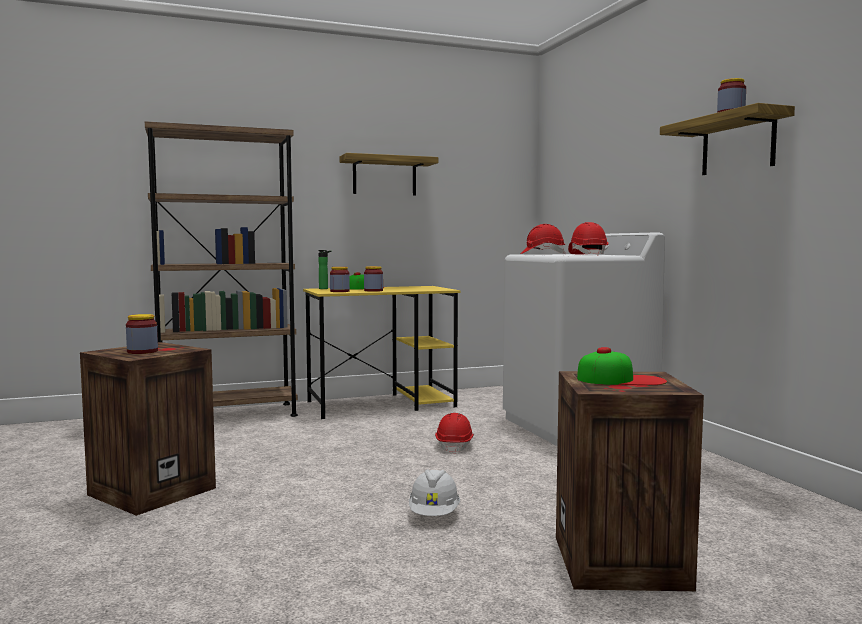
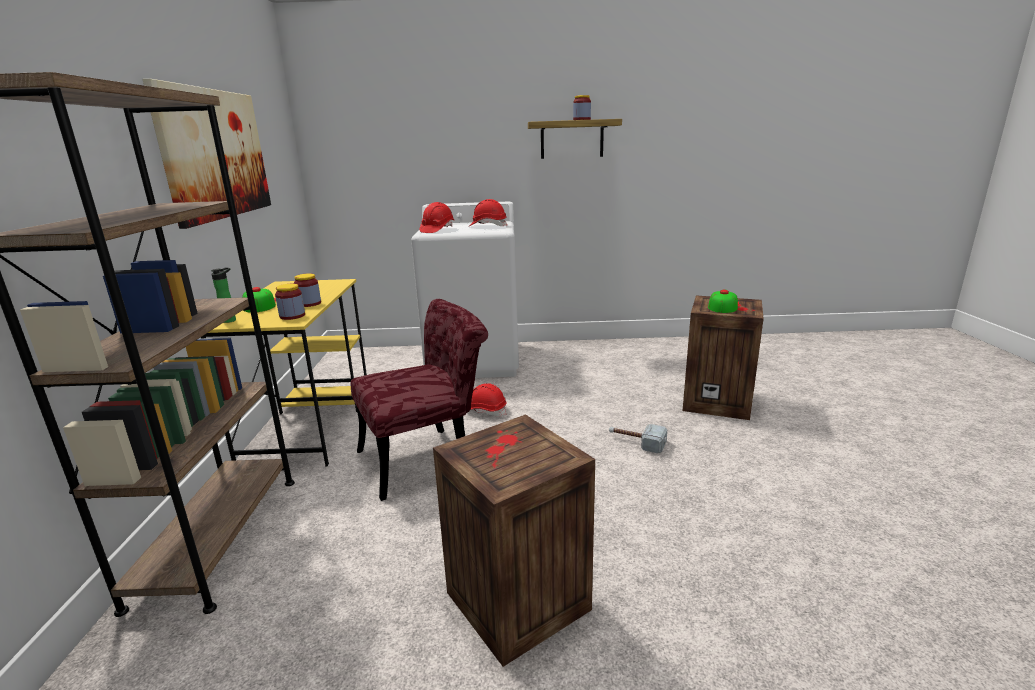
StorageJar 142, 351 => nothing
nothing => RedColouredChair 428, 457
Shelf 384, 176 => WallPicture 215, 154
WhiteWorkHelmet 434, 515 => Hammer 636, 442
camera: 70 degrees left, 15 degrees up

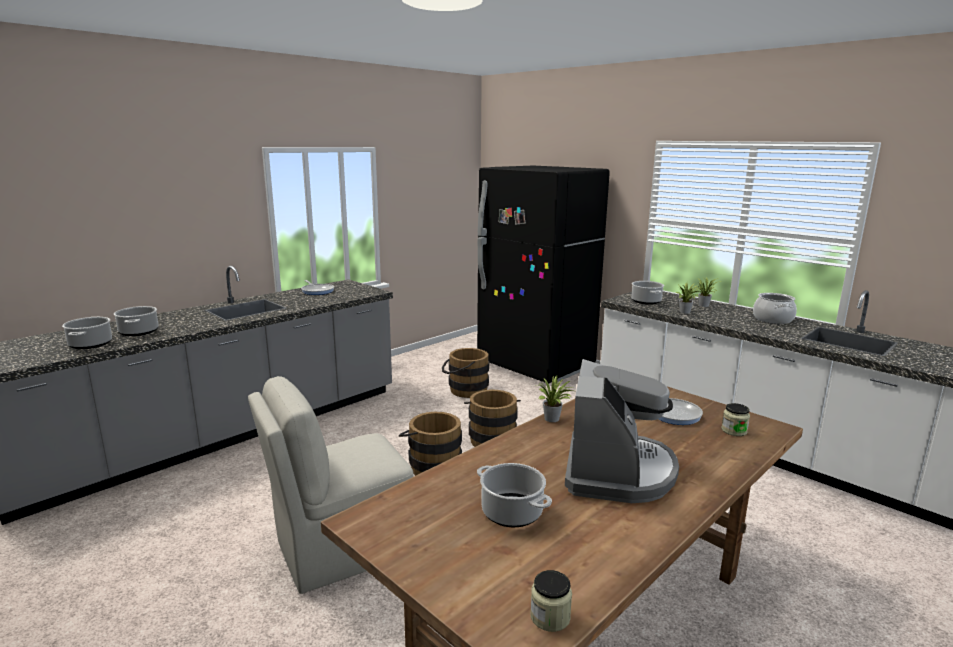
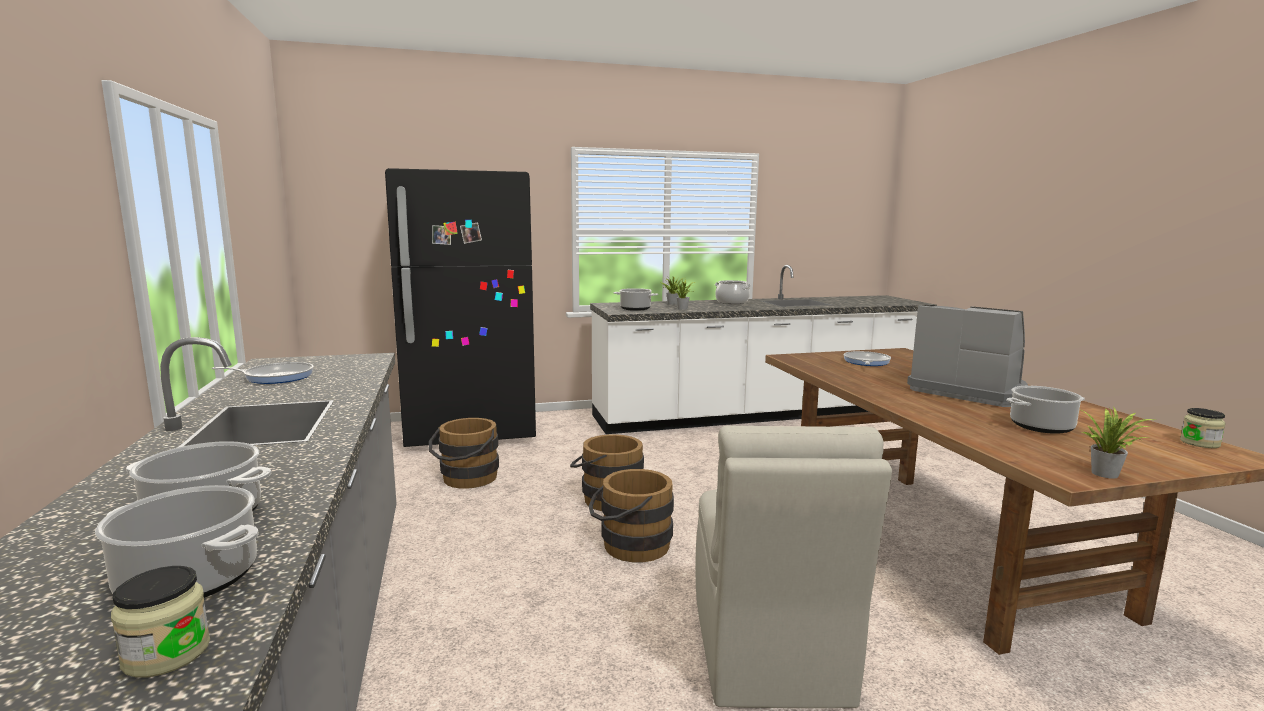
Houseplant 553, 419 => Houseplant 1107, 474, move
StorageJar 734, 431 => StorageJar 166, 654, move
camera: 60 degrees left, 5 degrees down

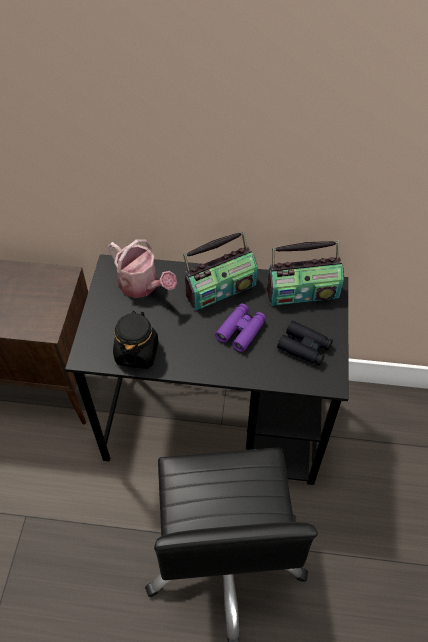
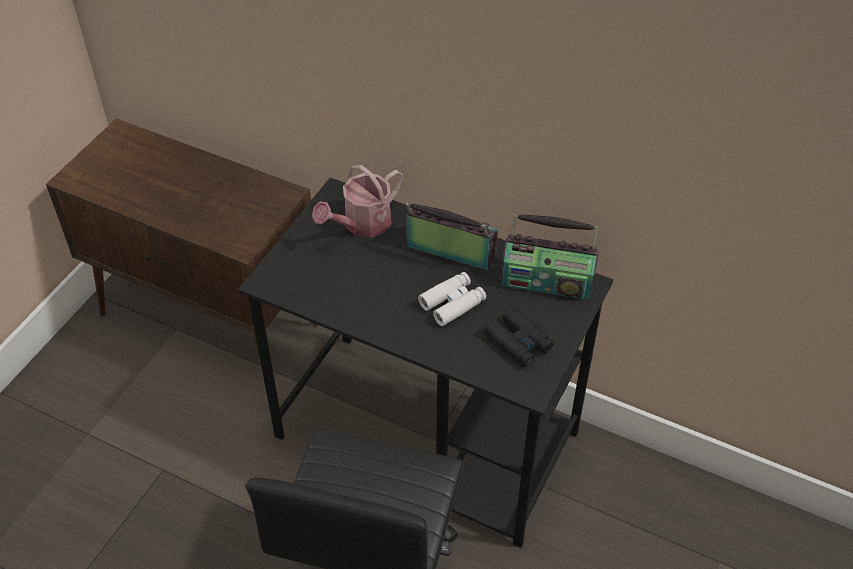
BlackishStorageJar 137, 352 => nothing
PurplePairOfBinoculars 241, 330 => WhitePairOfBinoculars 452, 303
WateringCan 142, 286 => WateringCan 362, 224, 75 degrees clockwise
RadioSet 220, 289 => RadioSet 450, 251, 150 degrees counterclockwise
camera: 20 degrees right, 5 degrees down

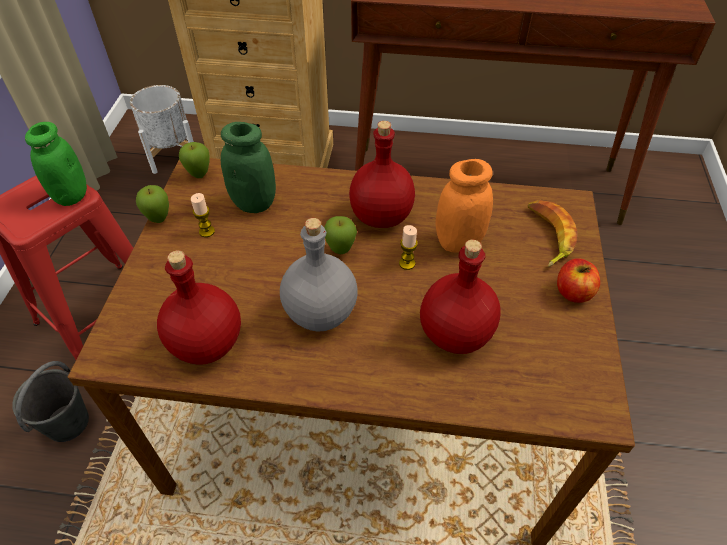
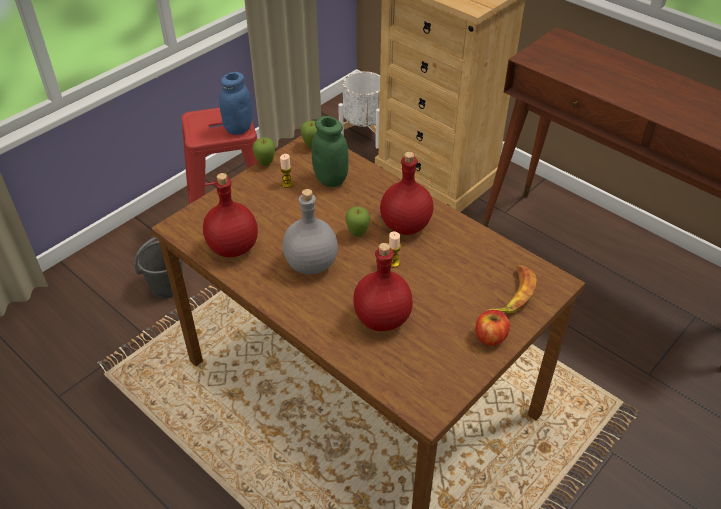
OrangeyStorageJar 458, 242 => nothing
GreenStorageJar 71, 196 => BluishStorageJar 238, 128
camera: 35 degrees right, 5 degrees down

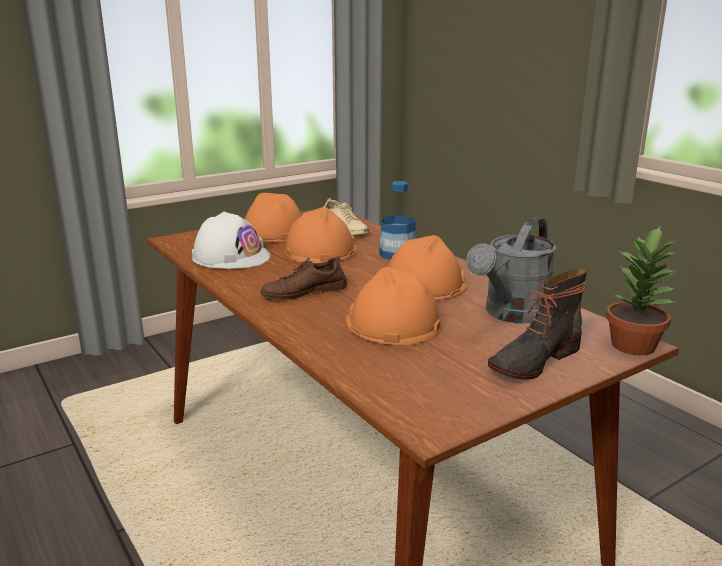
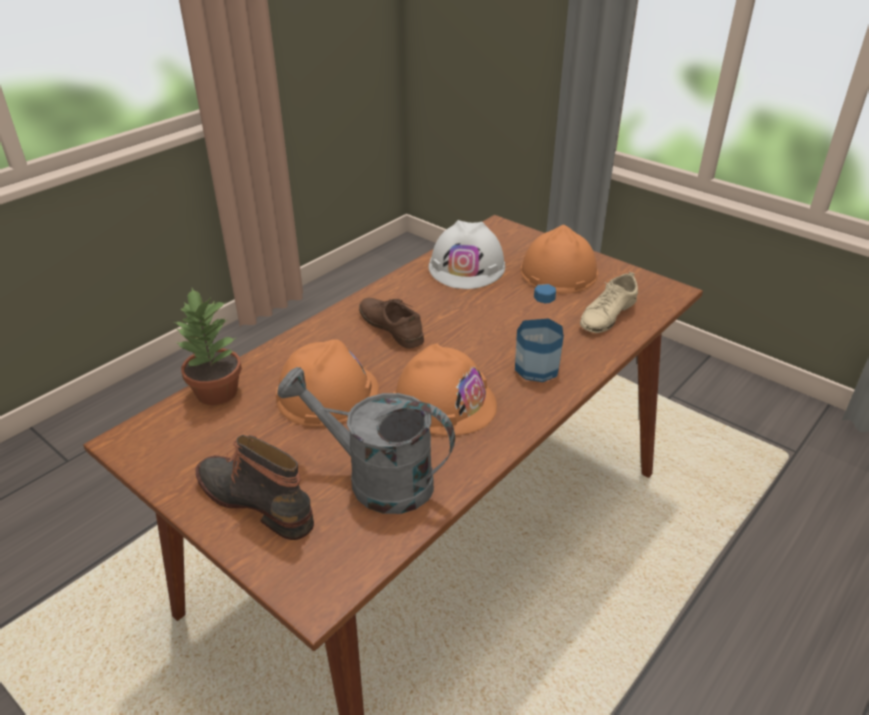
OrangeyWorkHelmet 321, 251 => nothing
Houseplant 634, 346 => Houseplant 216, 393, move
camera: 75 degrees right, 15 degrees up

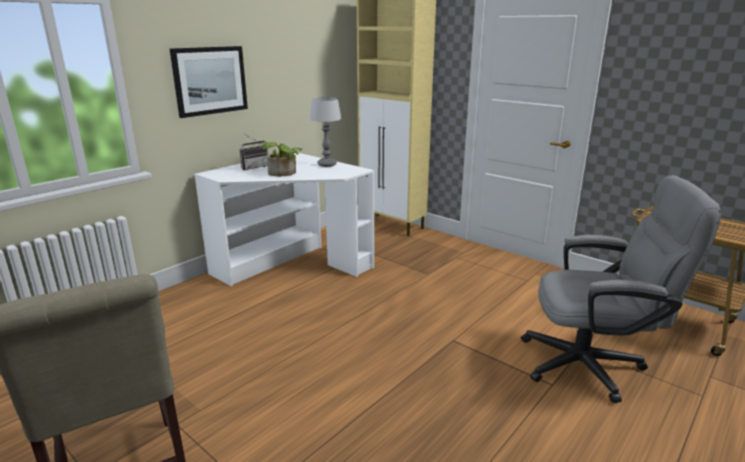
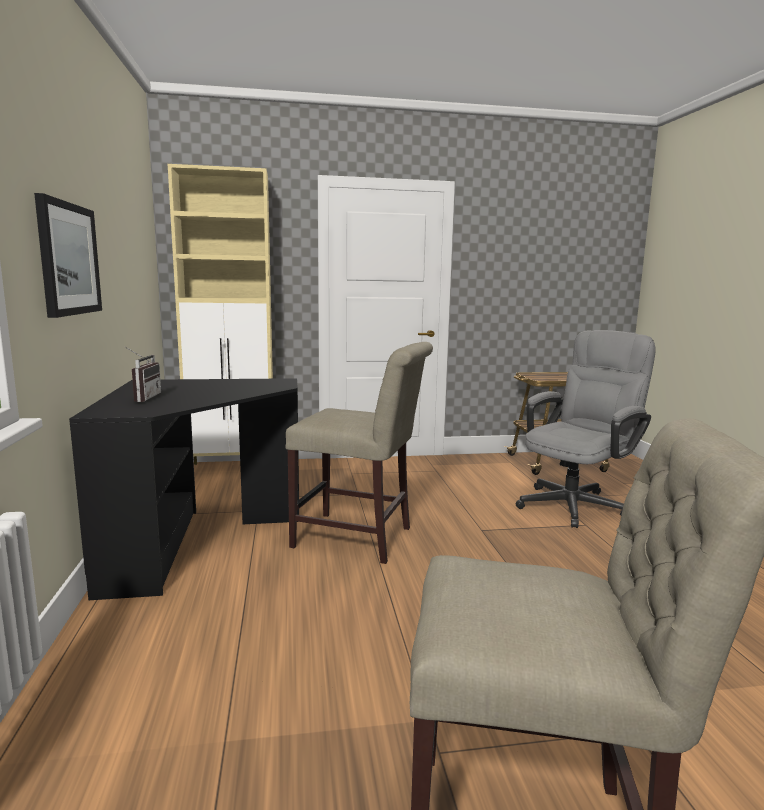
Houseplant 283, 173 => nothing
LampForATable 327, 164 => nothing
nothing => BeigeColouredChair 359, 538
WhiteDesk 292, 265 => BlackishDesk 198, 541
camera: 50 degrees left, 10 degrees down

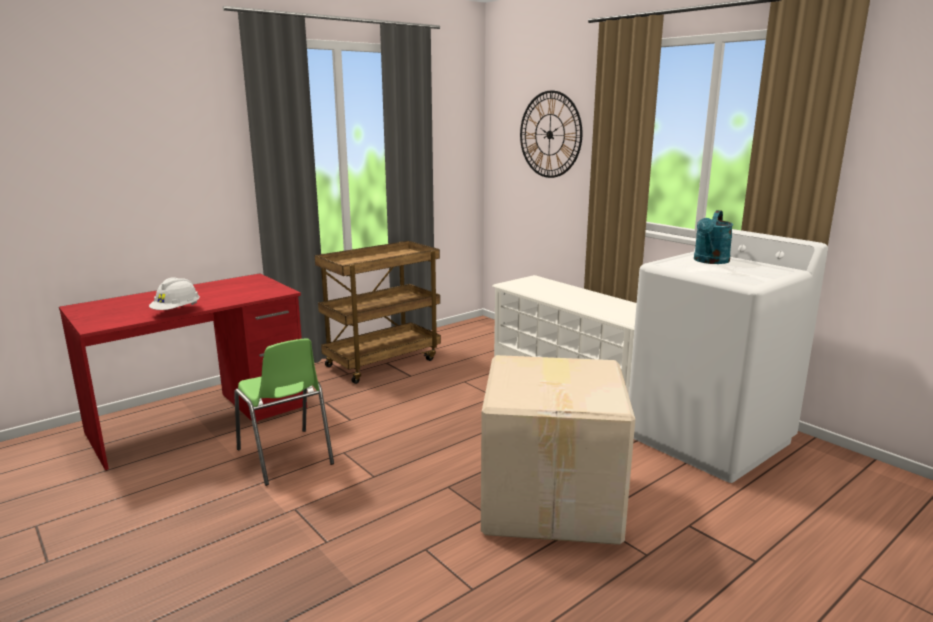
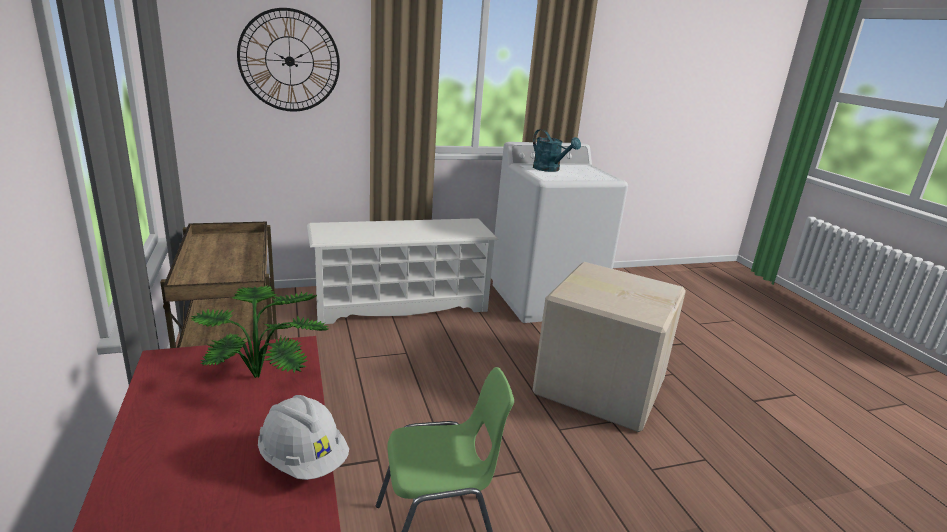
nothing => Houseplant 265, 374
camera: 70 degrees left, 5 degrees up

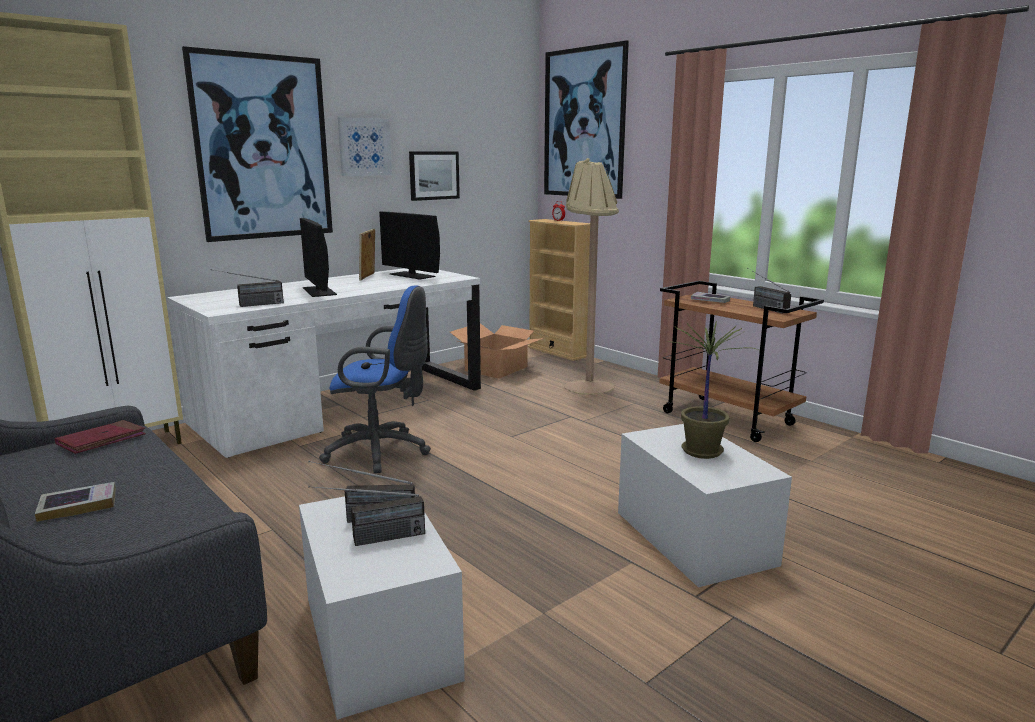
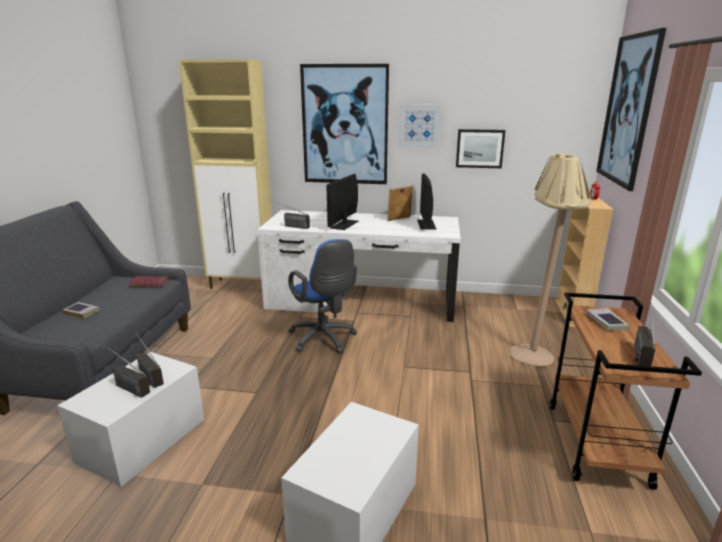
PackingBox 497, 369 => nothing
Houseplant 703, 452 => nothing
camera: 50 degrees right, 5 degrees up

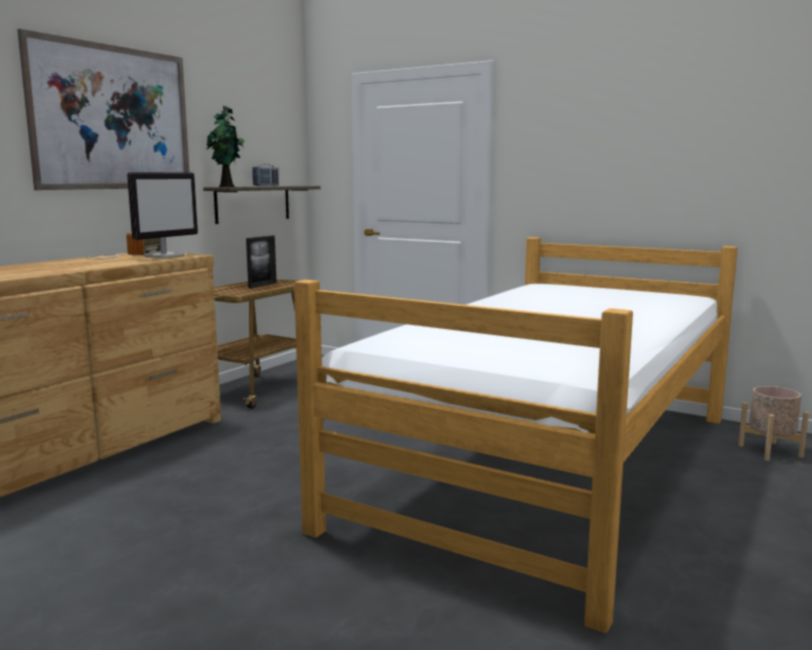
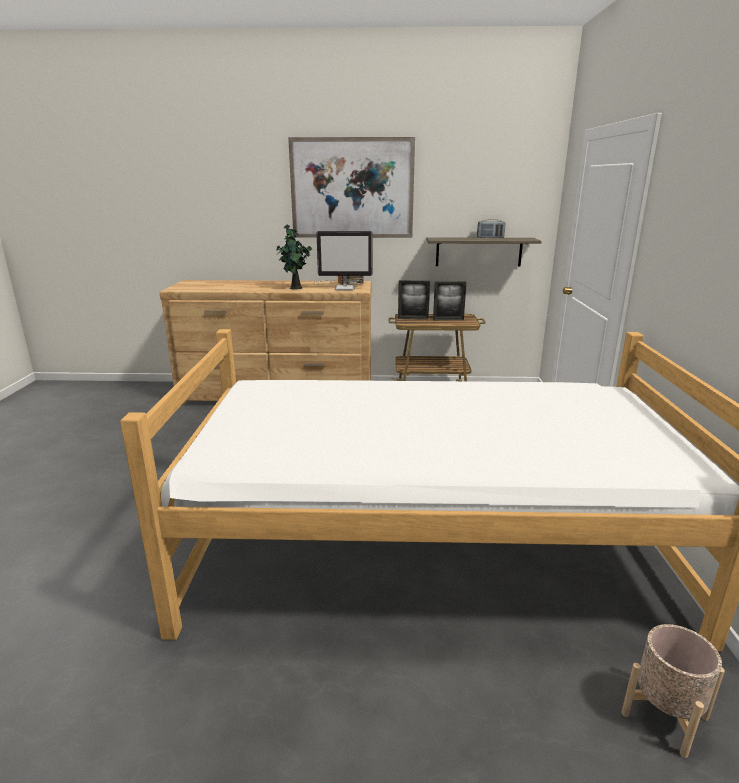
nothing => PictureFrame 413, 318
Houseplant 227, 186 => Houseplant 295, 288, move
camera: 60 degrees right, 10 degrees up

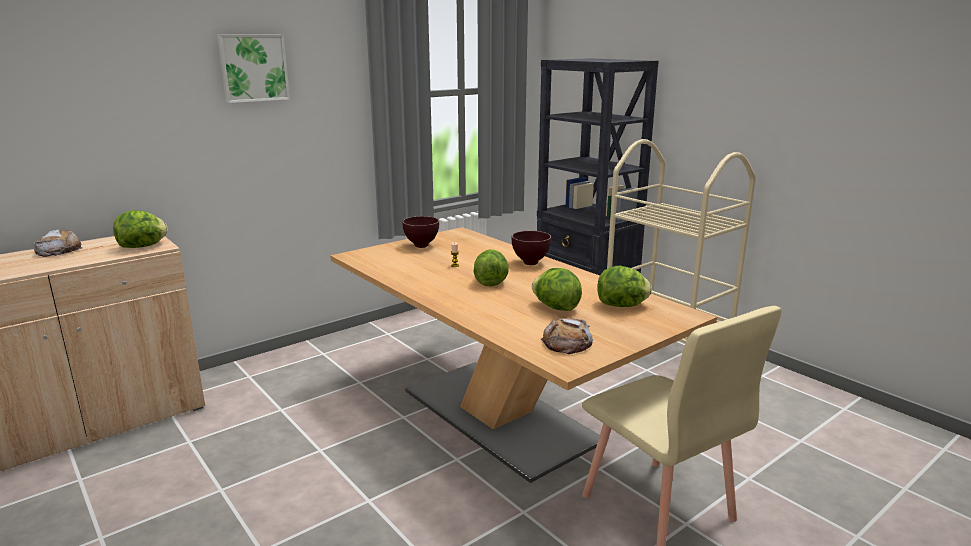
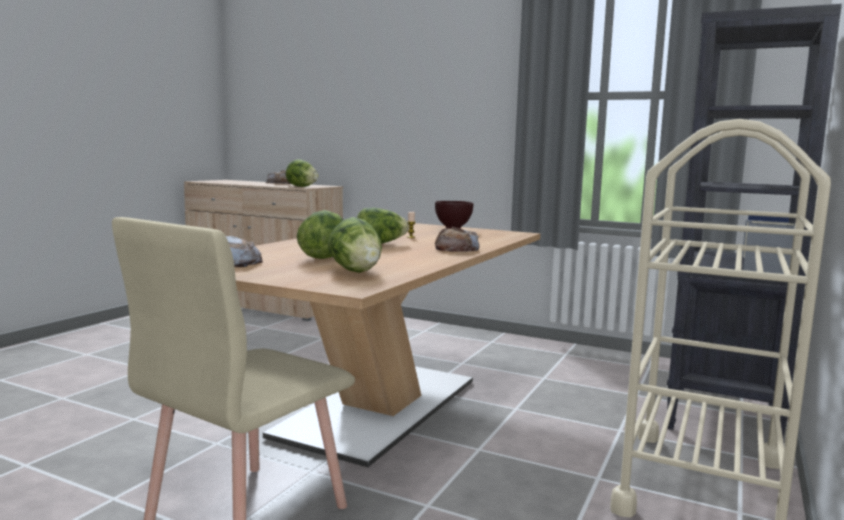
WallPicture 253, 68 => nothing
BrownishServingBowl 531, 263 => Bread 456, 249
camera: 65 degrees right, 10 degrees down

